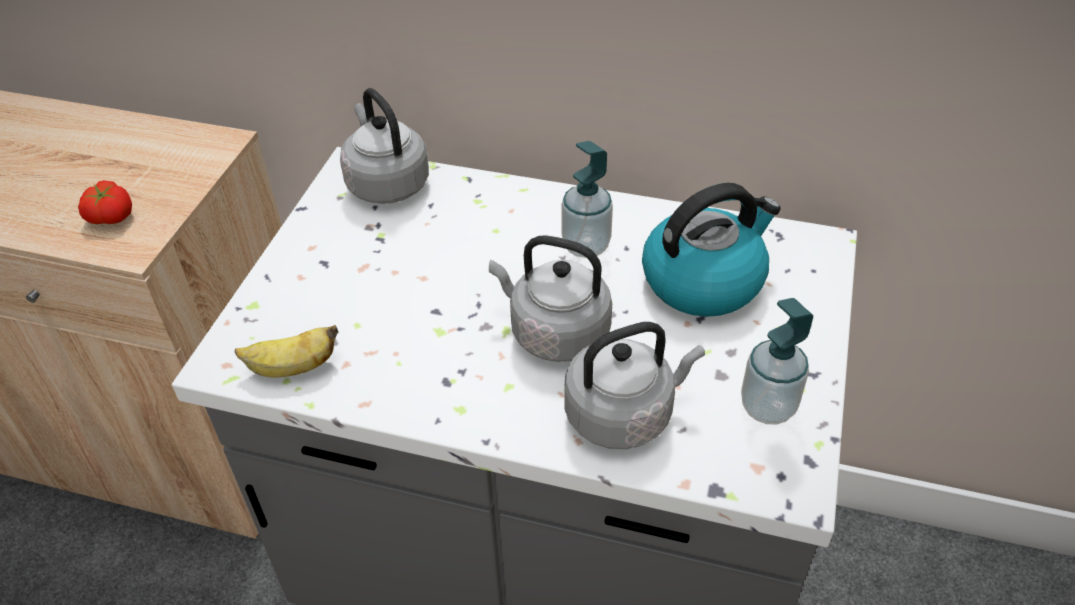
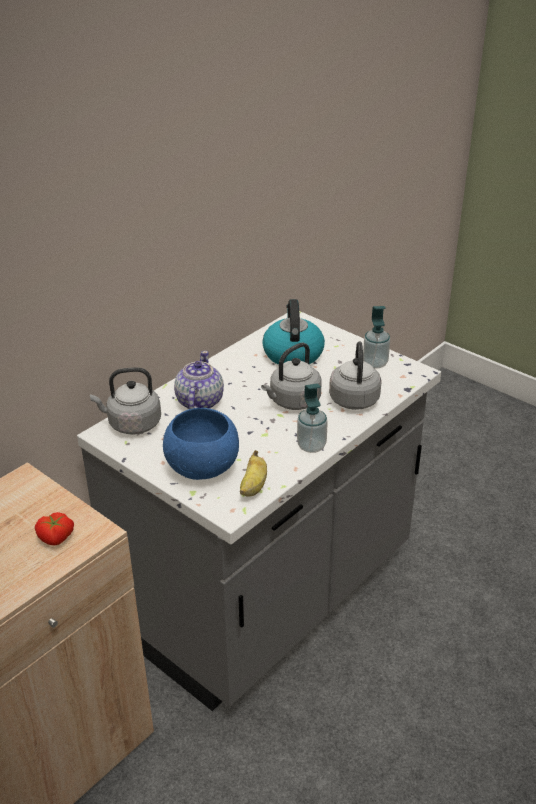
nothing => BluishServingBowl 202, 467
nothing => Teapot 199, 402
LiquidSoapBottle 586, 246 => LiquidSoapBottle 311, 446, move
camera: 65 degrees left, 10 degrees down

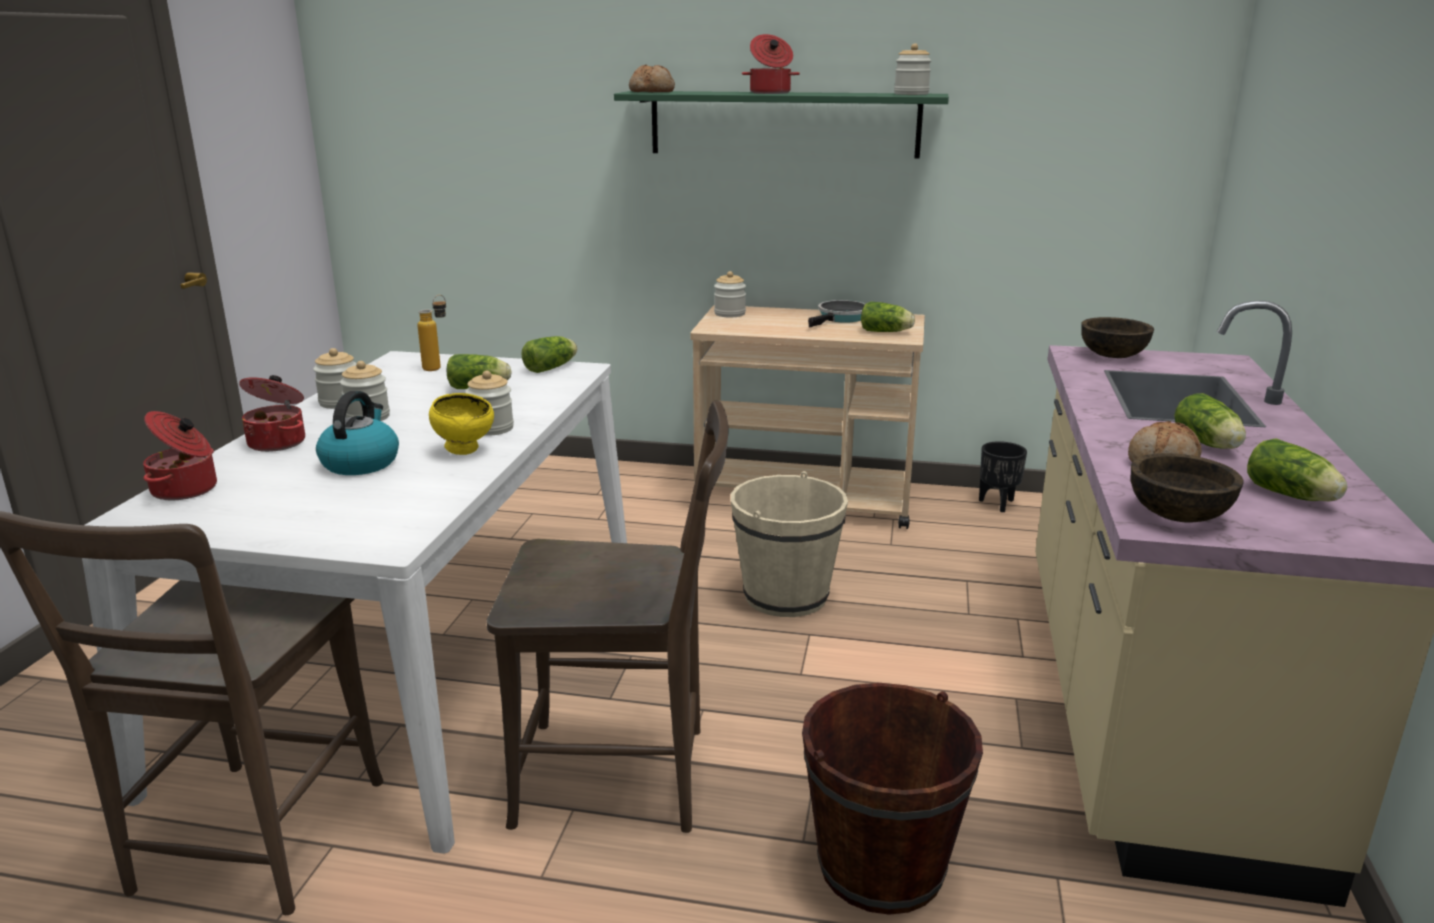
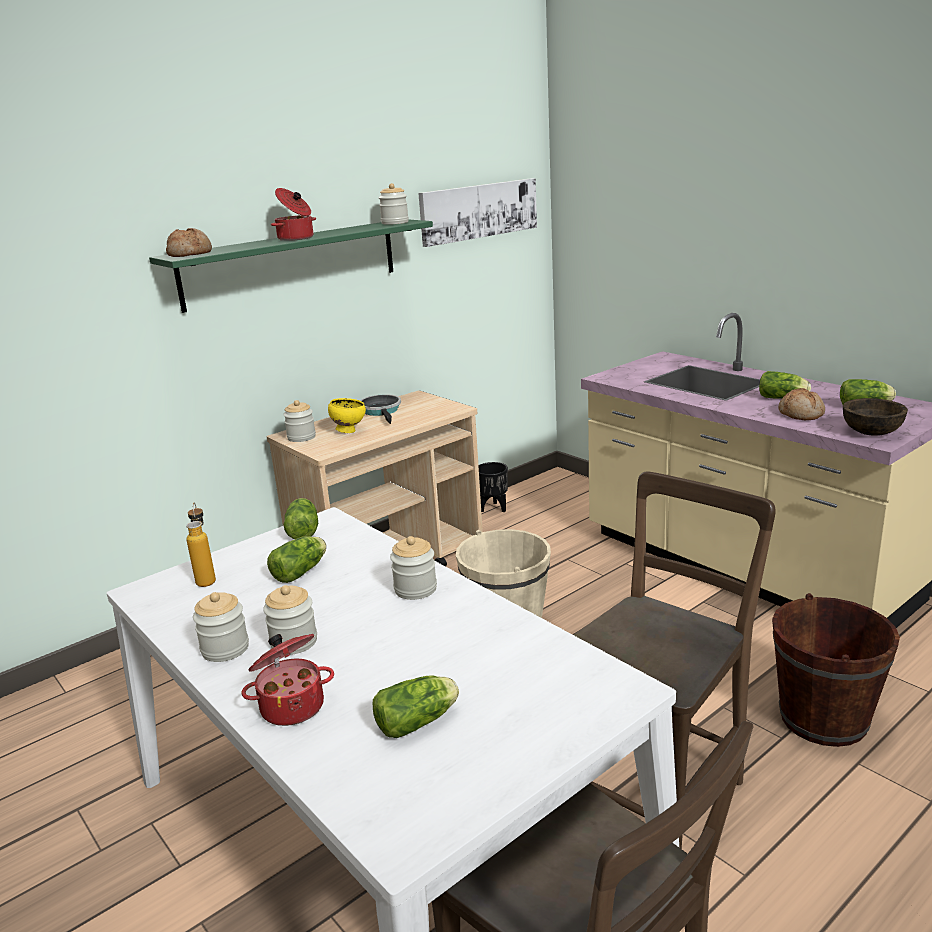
CookingPot 186, 490 => nothing
TeaKettle 360, 463 => nothing
BrownishServingBowl 1112, 355 => nothing
nothing => WallPicture 478, 211
YellowServingBowl 465, 450 => YellowServingBowl 349, 431, move
LettuceHead 887, 332 => LettuceHead 419, 721, move
camera: 50 degrees left, 0 degrees up

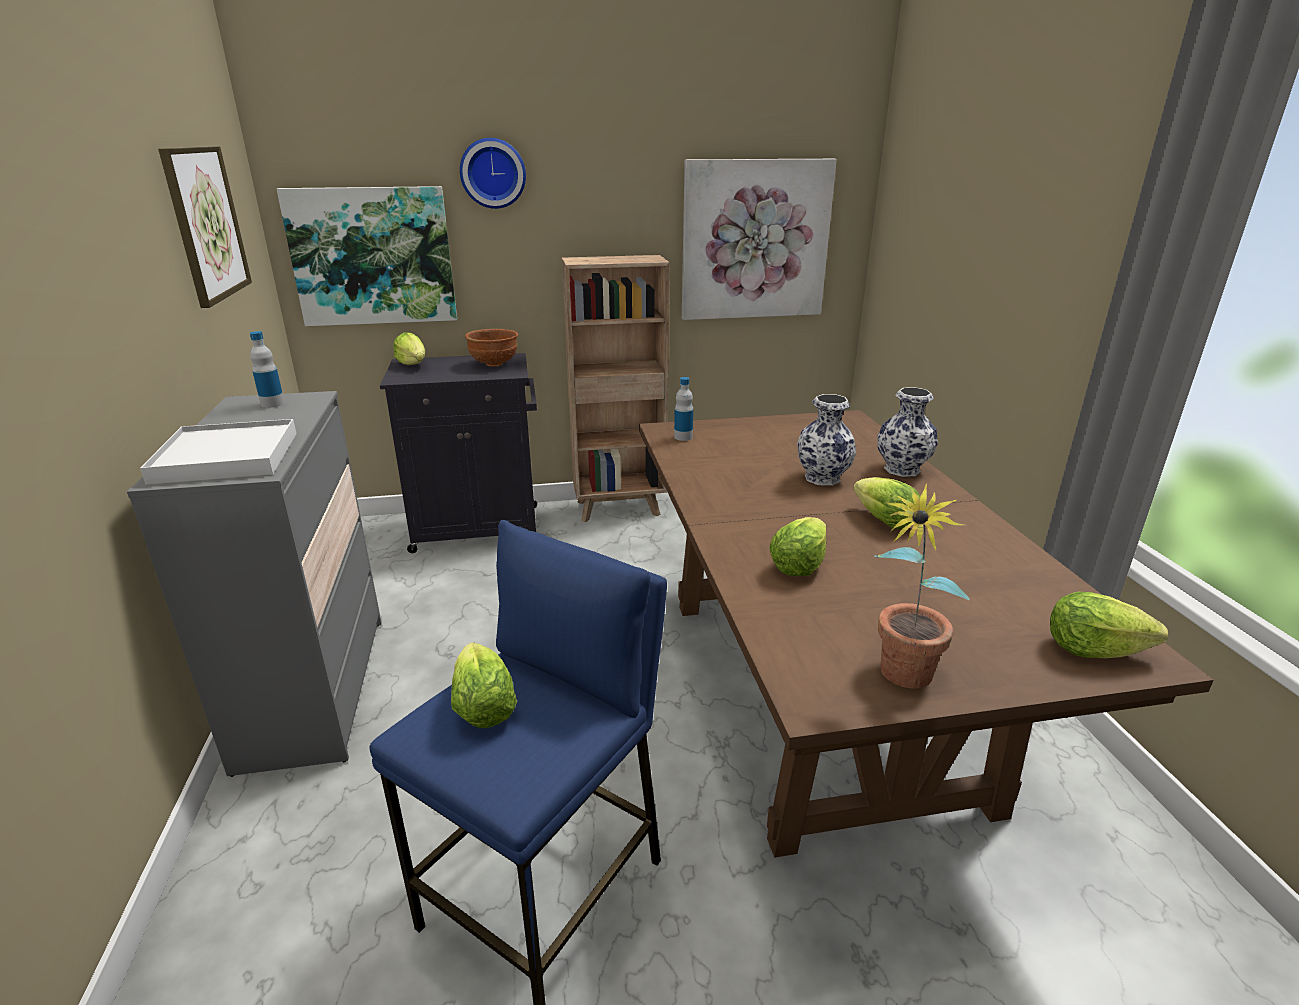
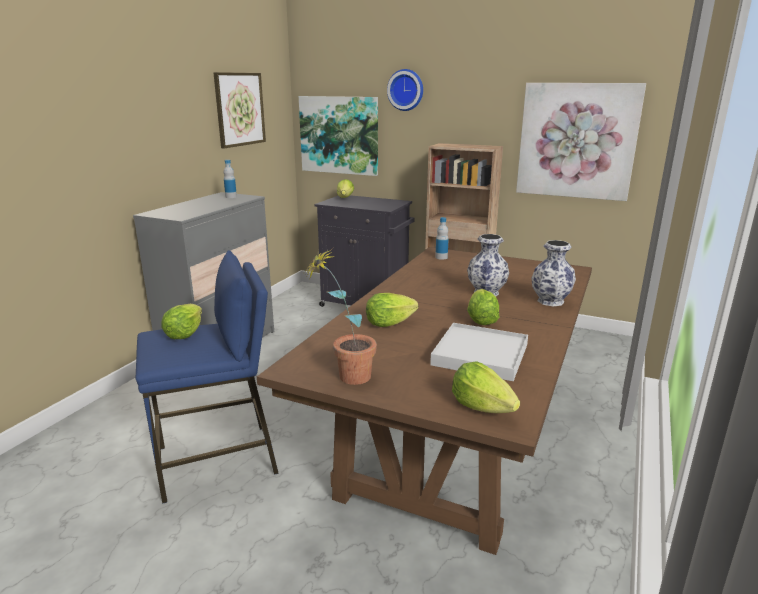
BrownishServingBowl 495, 364 => nothing
WhiteTray 227, 457 => WhiteTray 480, 355, move
camera: 35 degrees right, 5 degrees down

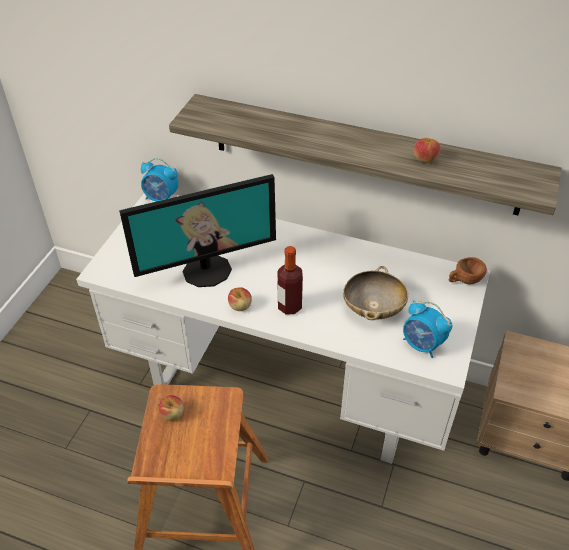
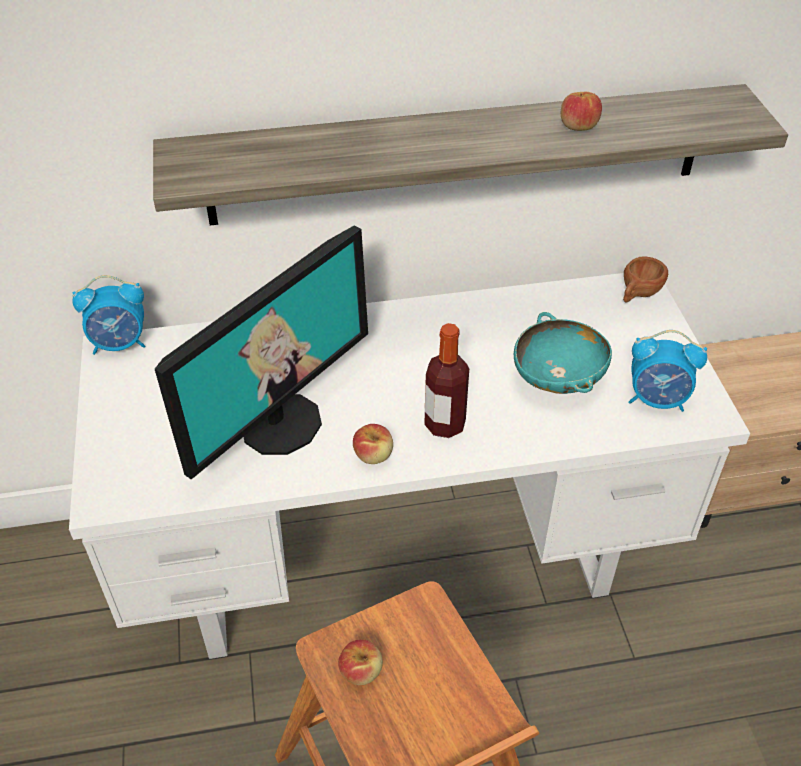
BeigeColouredServingBowl 373, 308 => TurquoiseServingBowl 558, 378
camera: 30 degrees left, 0 degrees up

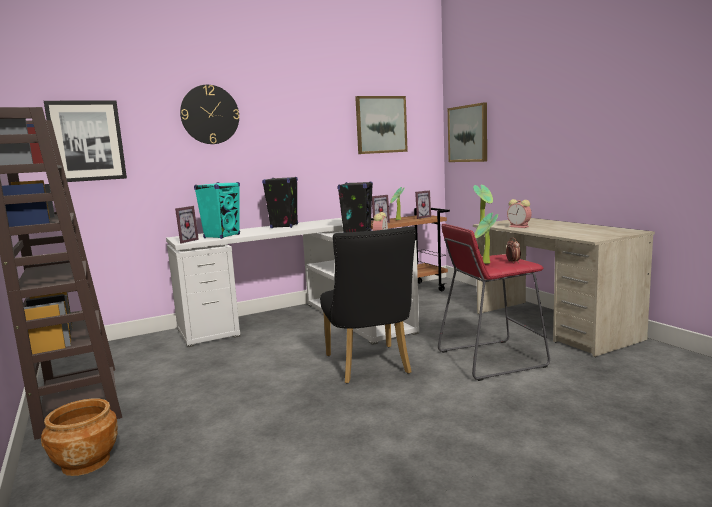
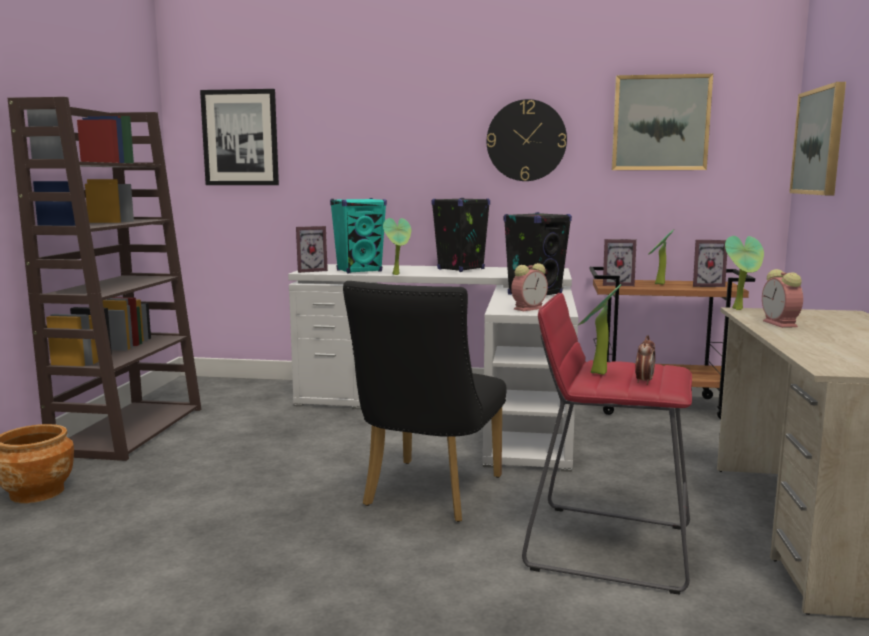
nothing => Houseplant 398, 274
HangingClock 210, 114 => HangingClock 526, 140, move
camera: 35 degrees right, 0 degrees up

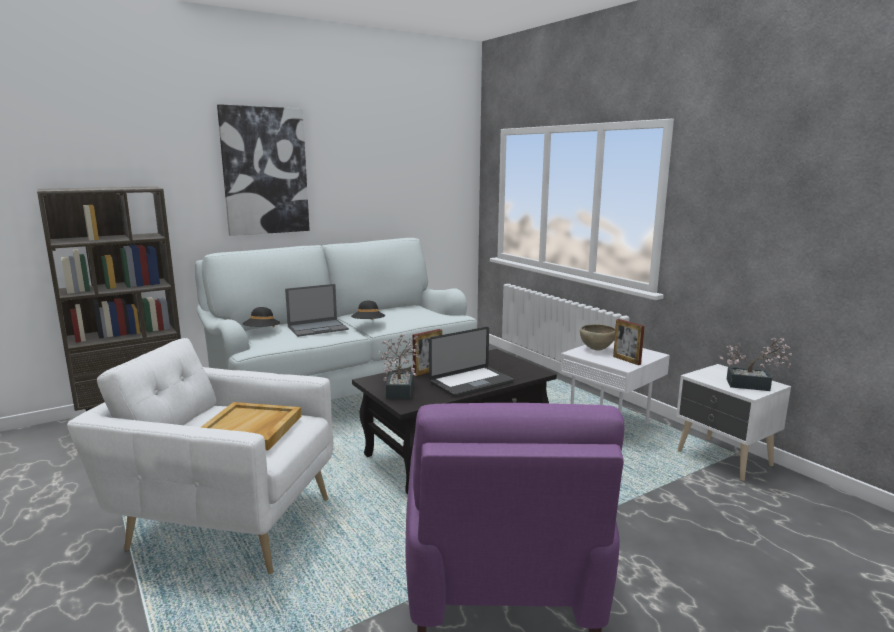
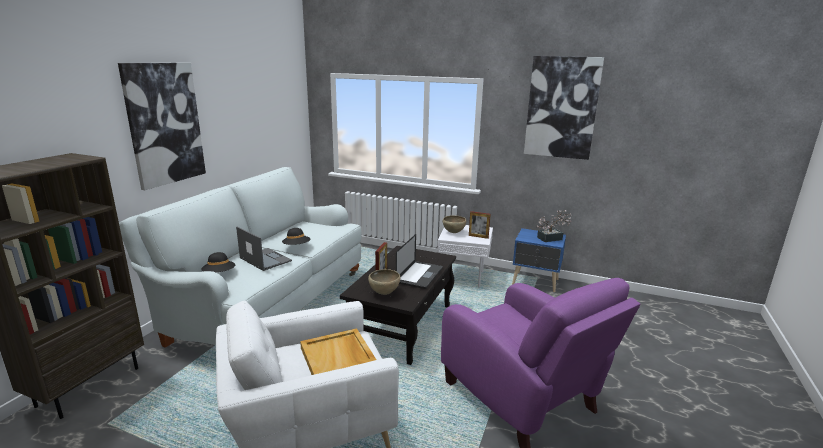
nothing => WallPicture 561, 108
Houseplant 401, 389 => BrownishServingBowl 384, 293
WhiteNightstand 724, 459 => BluishNightstand 536, 282
PortableComputer 318, 328 => PortableComputer 265, 259, 75 degrees counterclockwise
camera: 35 degrees left, 5 degrees up

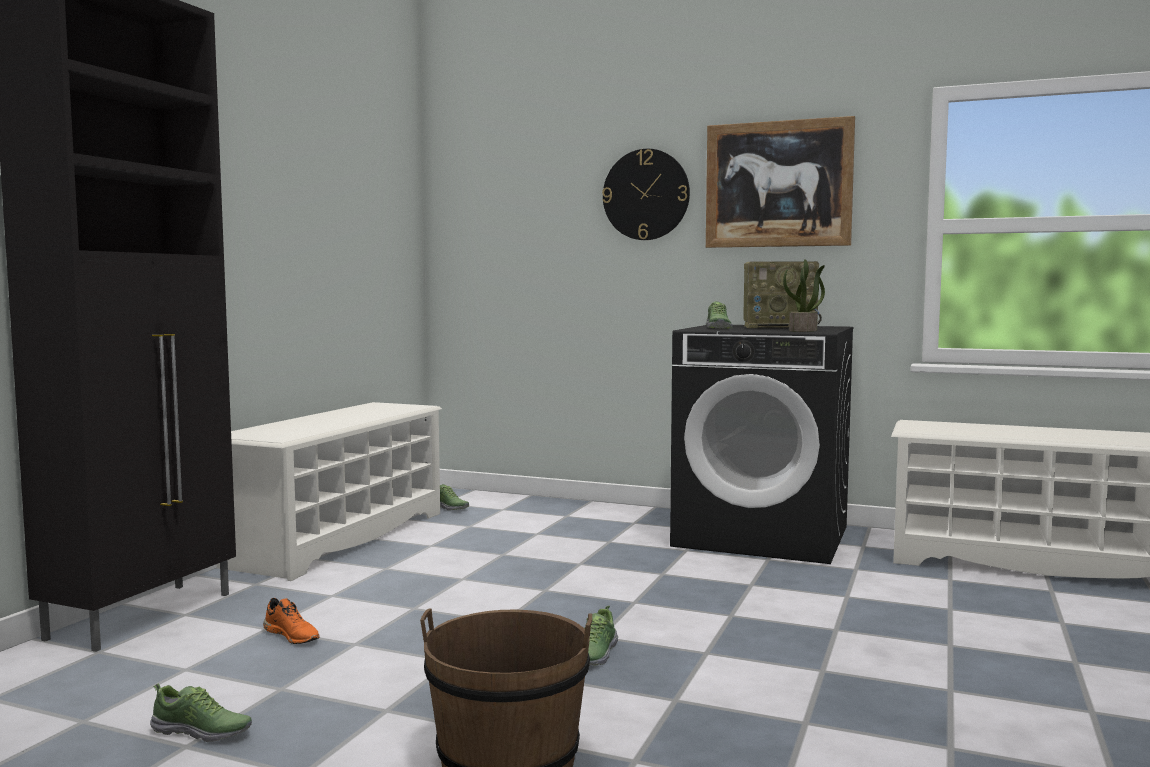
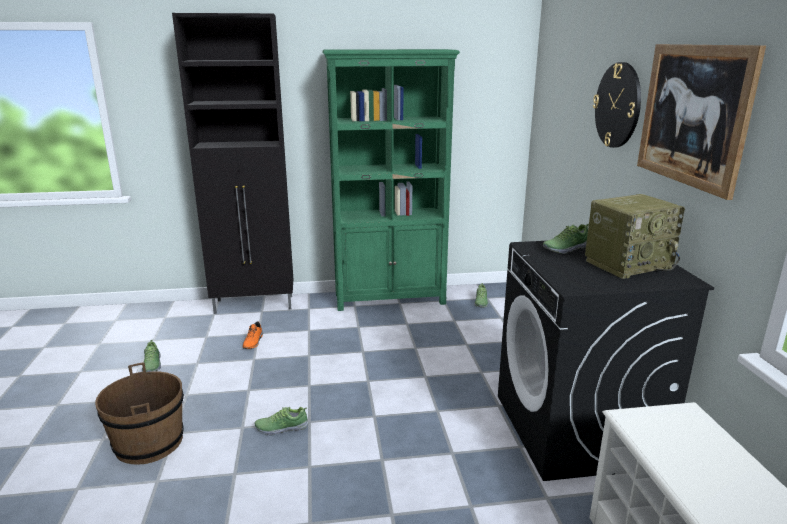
Houseplant 803, 331 => nothing
WhiteShoeShelf 339, 538 => GreenBookshelf 390, 298
RadioSet 780, 327 => RadioSet 628, 264, 90 degrees counterclockwise
camera: 60 degrees right, 15 degrees up

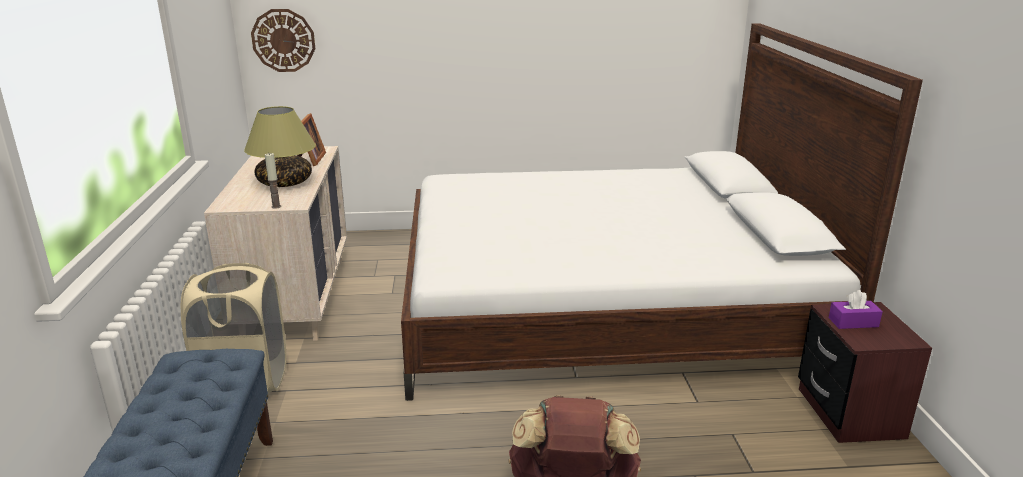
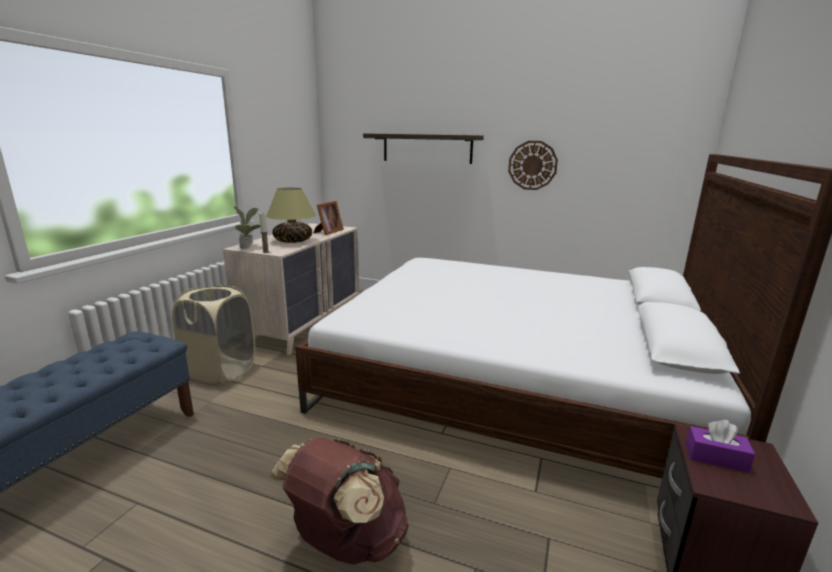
nothing => Houseplant 249, 247
nothing => Shelf 427, 148
HangingClock 283, 40 => HangingClock 532, 165, move
camera: 25 degrees right, 5 degrees down

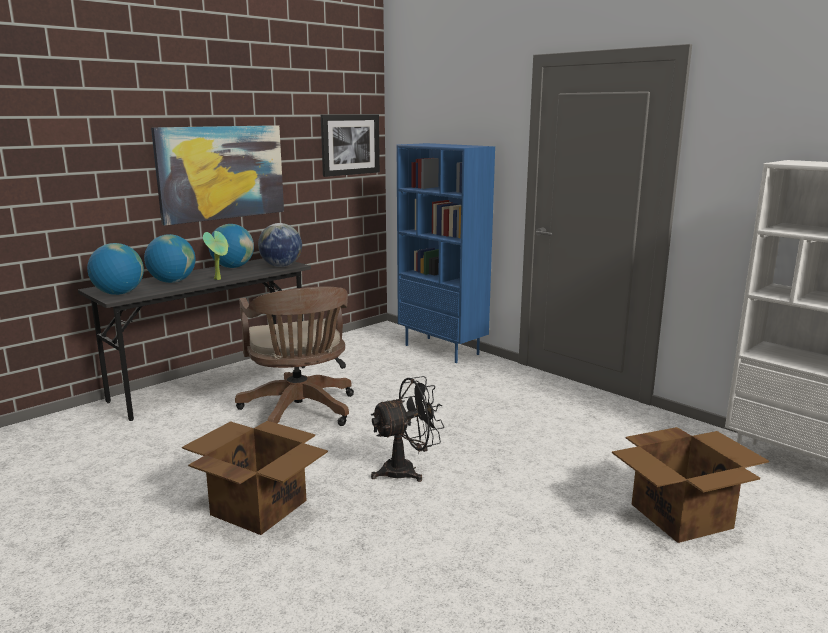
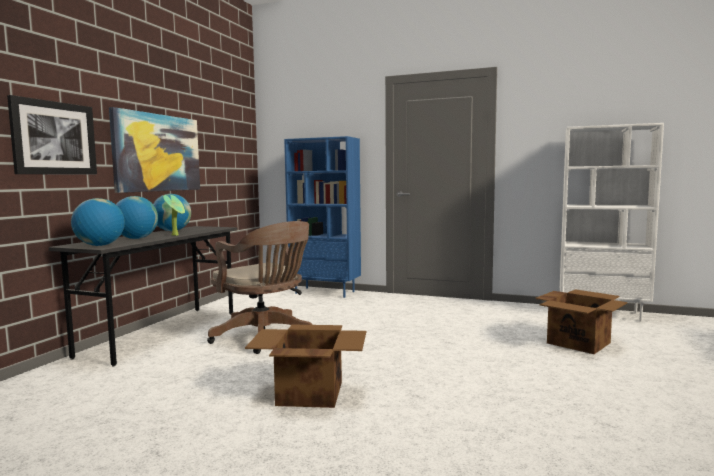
DeskGlobe 281, 266 => nothing
BlackishElectricFan 407, 470 => nothing
WallPicture 350, 144 => WallPicture 54, 138, move
camera: 25 degrees left, 10 degrees down

